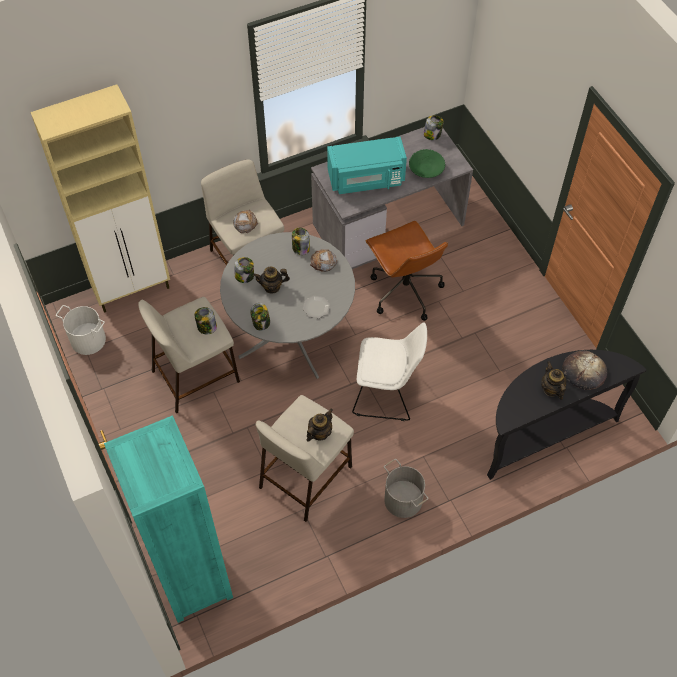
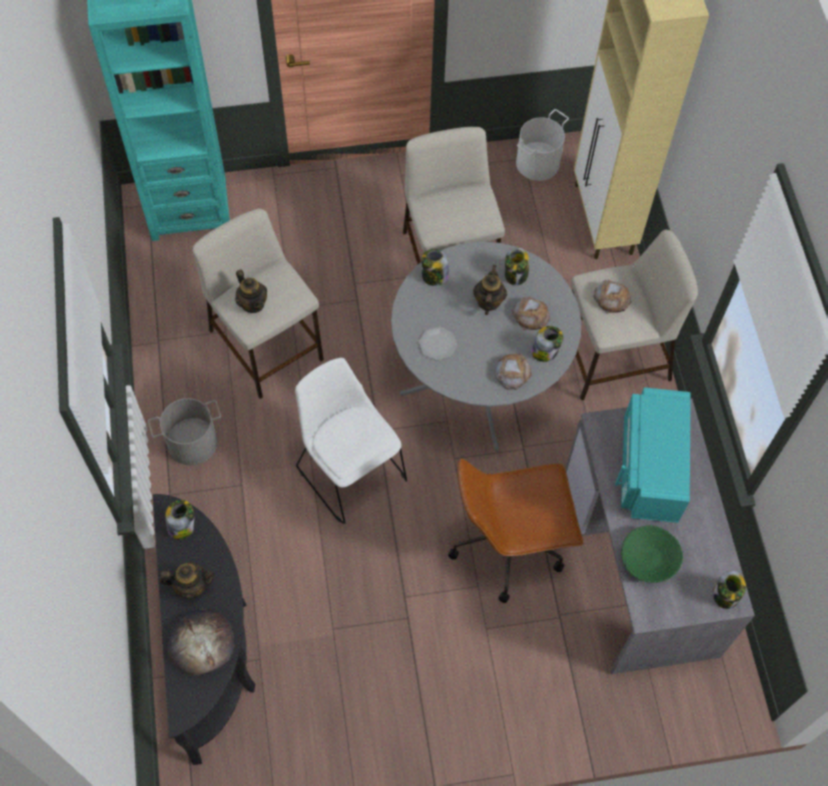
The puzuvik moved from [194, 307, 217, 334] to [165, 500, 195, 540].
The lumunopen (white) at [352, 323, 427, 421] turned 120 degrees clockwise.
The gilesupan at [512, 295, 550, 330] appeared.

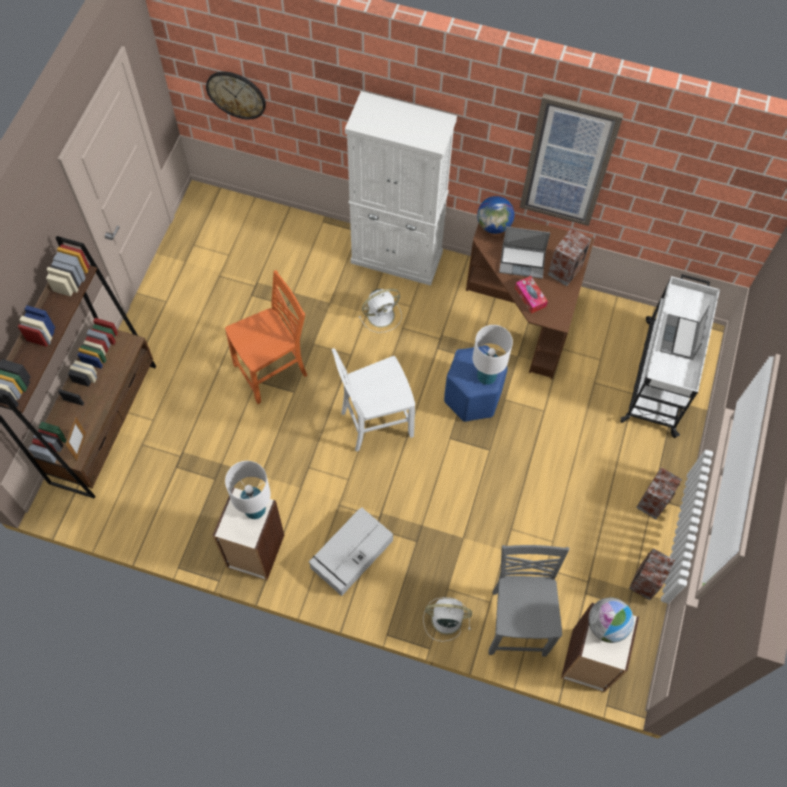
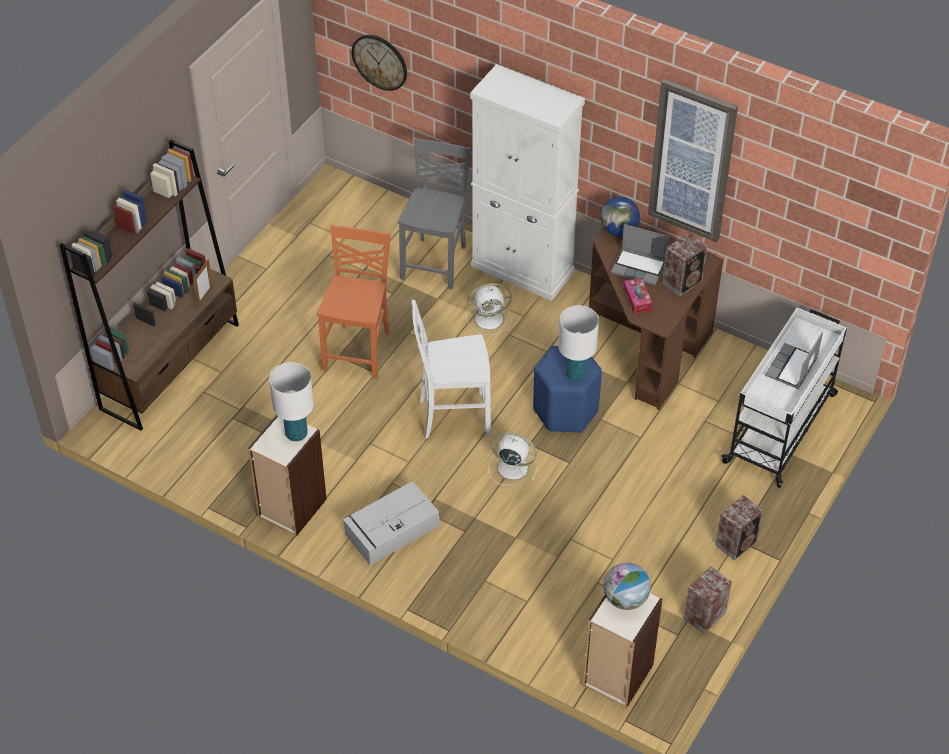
The lumunopen (orange) at [225, 270, 307, 404] turned 60 degrees counterclockwise.
The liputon moved from [66, 416, 86, 461] to [193, 259, 213, 307].
The lumunopen (grey) moved from [488, 545, 569, 657] to [398, 138, 471, 289].
The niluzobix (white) moved from [424, 597, 472, 642] to [488, 432, 537, 485].

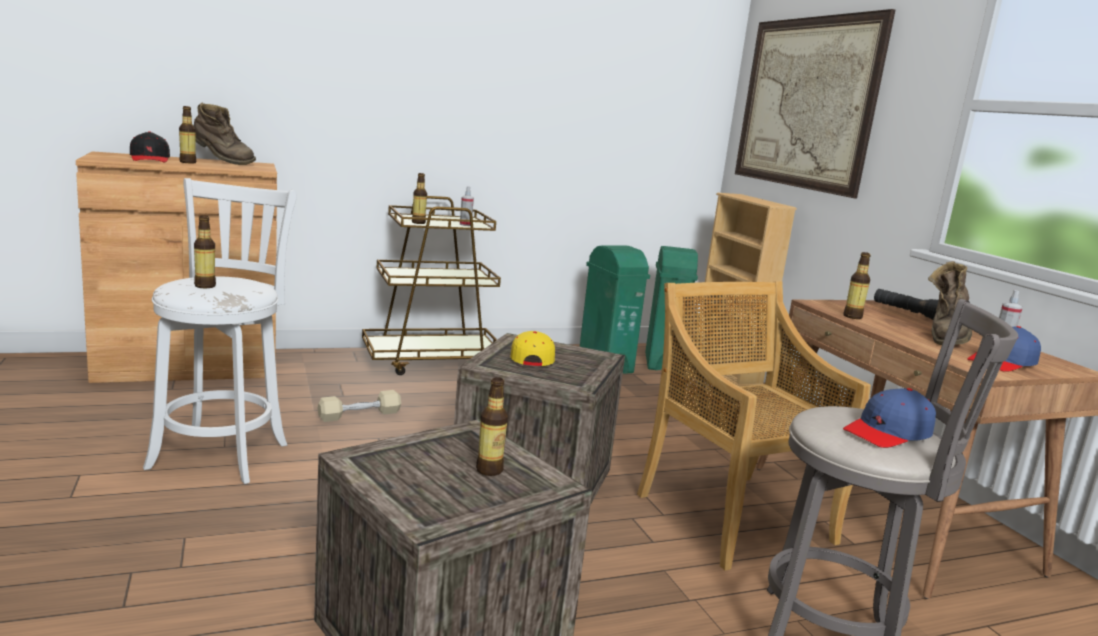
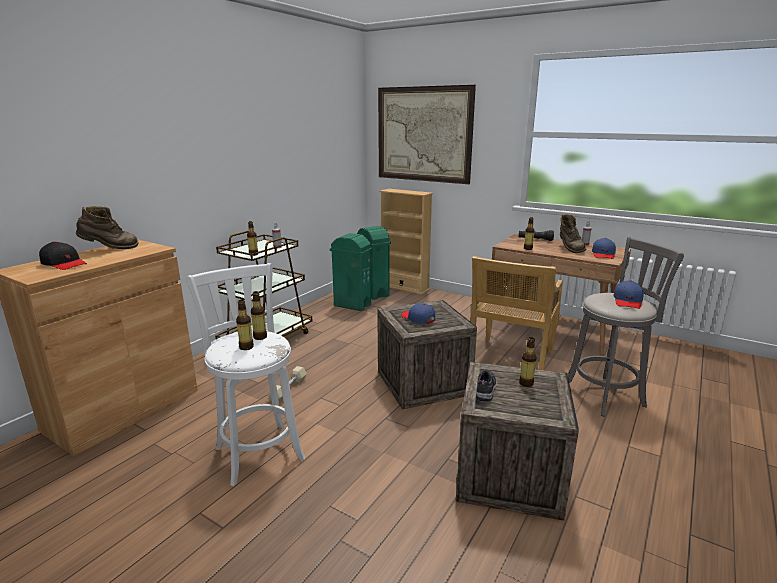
The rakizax moved from [179, 106, 196, 164] to [251, 291, 267, 340].
The lumunopen (beige) at [637, 281, 871, 571] turned 90 degrees counterclockwise.
The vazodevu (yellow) at [510, 331, 555, 366] became the vazodevu (blue) at [401, 303, 435, 324].
The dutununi at [476, 370, 497, 401] appeared.

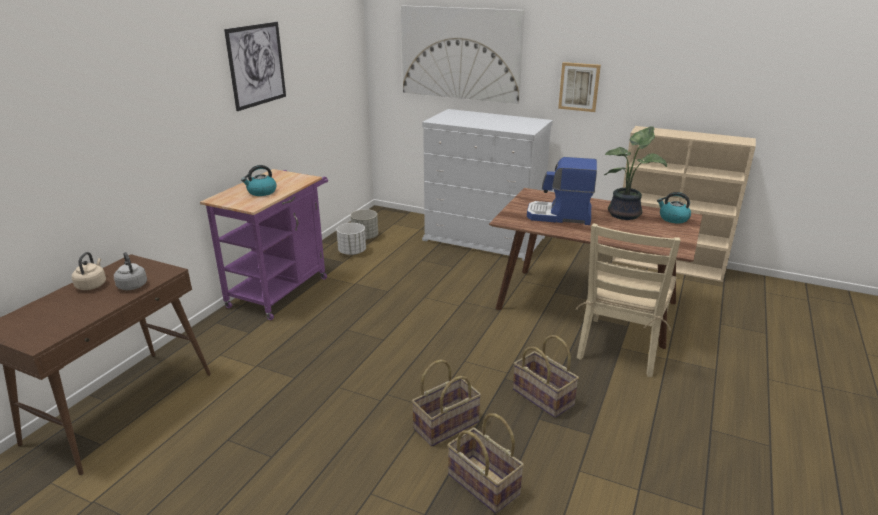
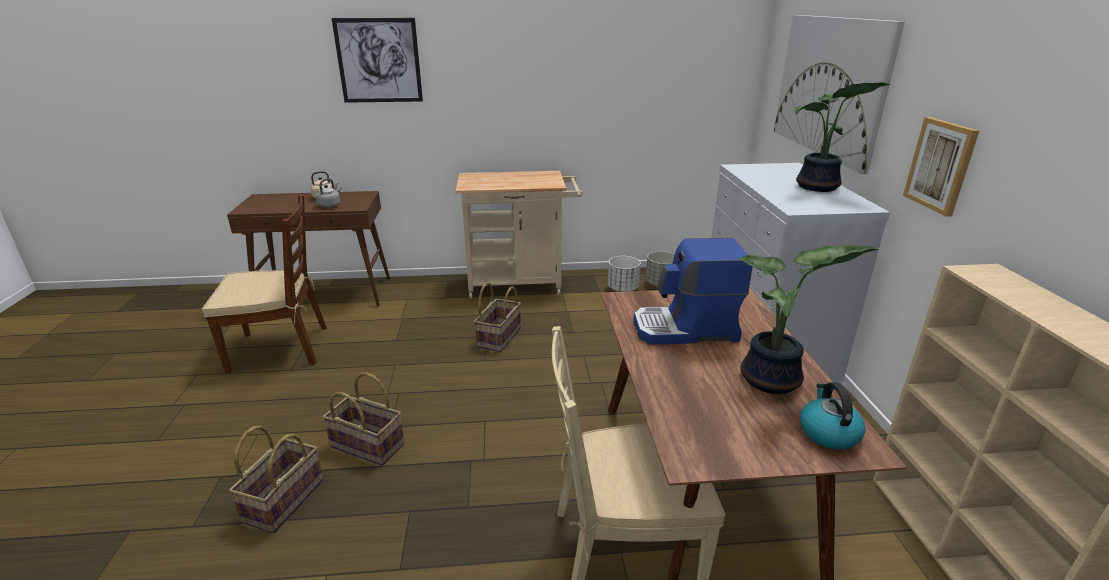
The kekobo moved from [224, 22, 286, 111] to [331, 18, 423, 103].
The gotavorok at [527, 157, 597, 225] turned 75 degrees counterclockwise.
The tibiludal at [241, 165, 276, 196] disappeared.
The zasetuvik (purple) at [200, 169, 328, 320] became the zasetuvik (beige) at [456, 171, 583, 299].
The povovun moved from [513, 335, 579, 418] to [474, 283, 521, 352].
The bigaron at [794, 82, 890, 192] appeared.
The lumunopen (brown) at [202, 195, 327, 374] appeared.

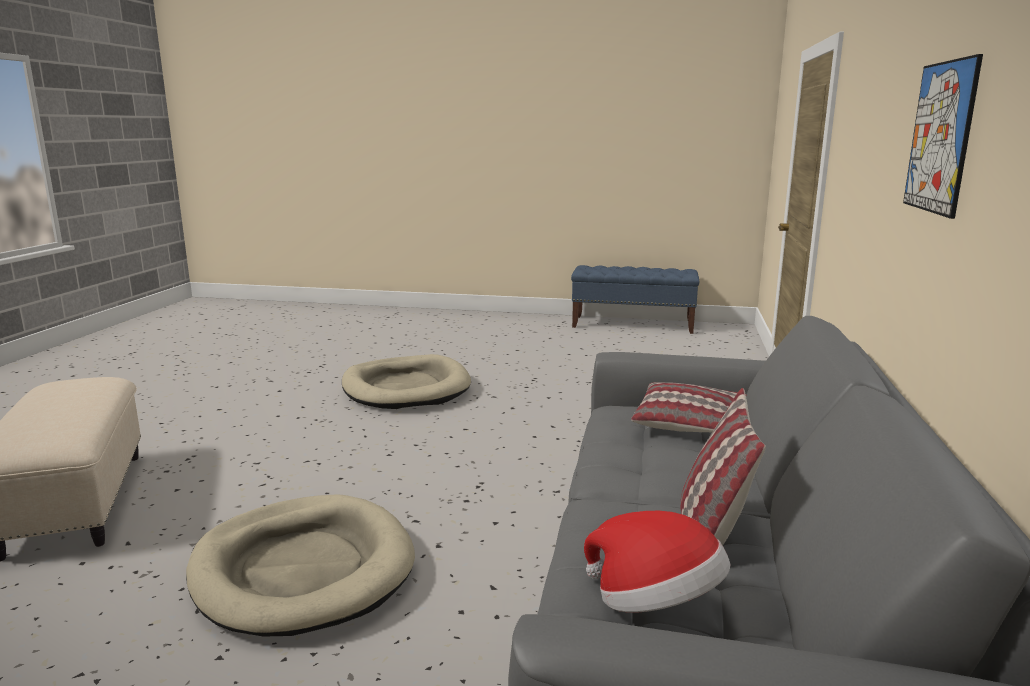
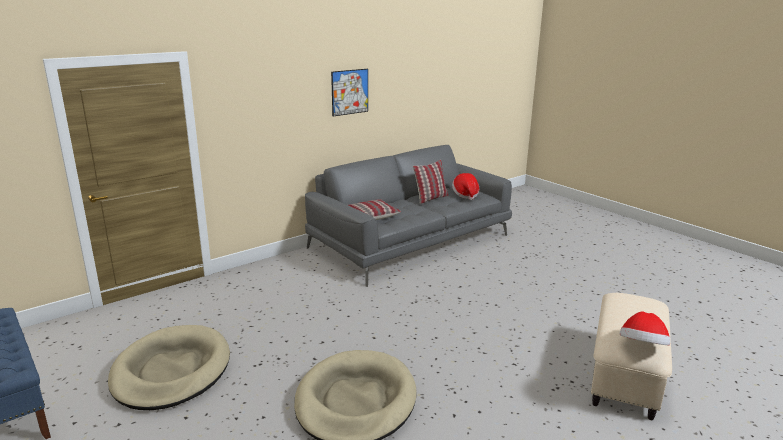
The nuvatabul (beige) moved from [186, 494, 415, 637] to [108, 325, 230, 410].
The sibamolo at [620, 311, 670, 345] appeared.

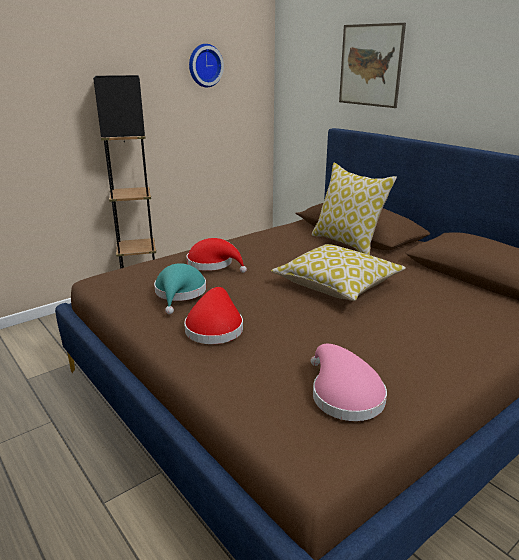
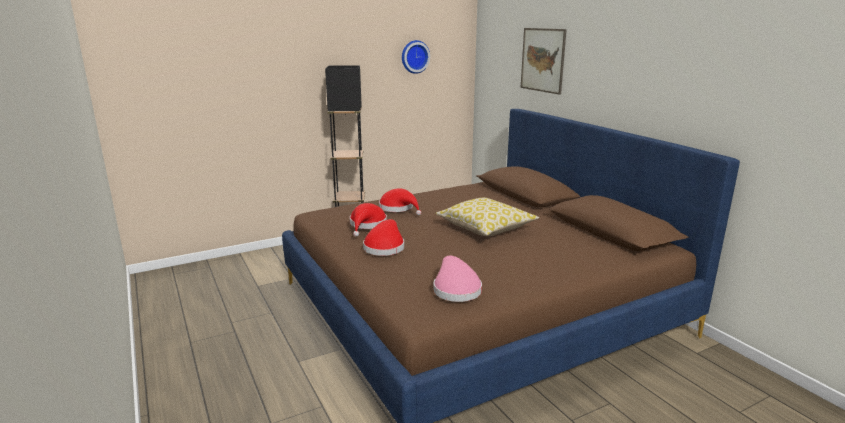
The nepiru at [311, 163, 397, 255] disappeared.
The sibamolo (turquoise) at [154, 263, 206, 314] became the sibamolo (red) at [350, 203, 387, 237].

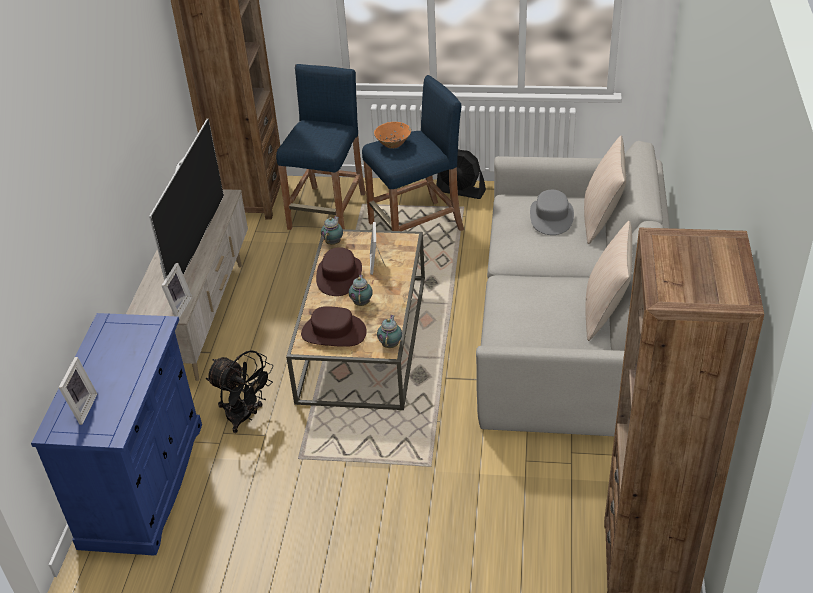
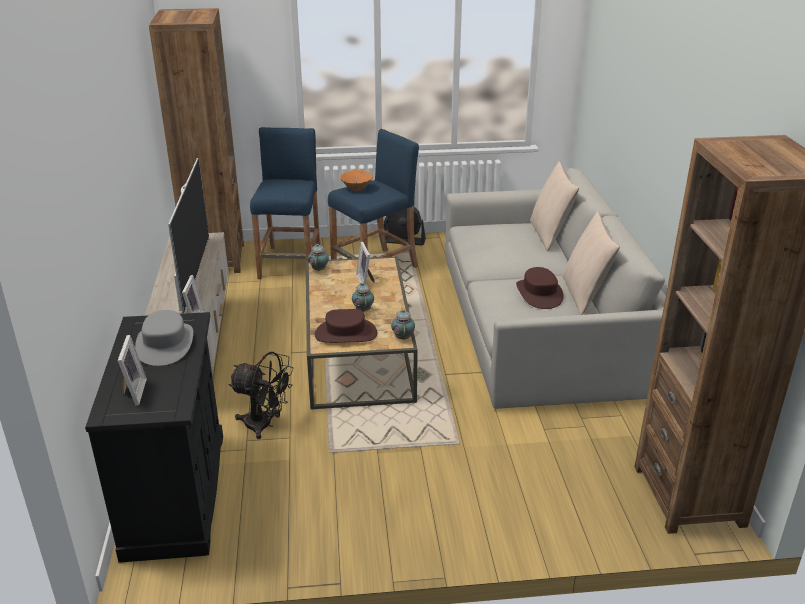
The sibamolo (grey) moved from [530, 190, 574, 235] to [135, 310, 193, 366].
The sibamolo (brown) moved from [316, 247, 362, 296] to [516, 267, 564, 309].
The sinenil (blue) at [31, 313, 202, 555] became the sinenil (black) at [85, 312, 223, 563].

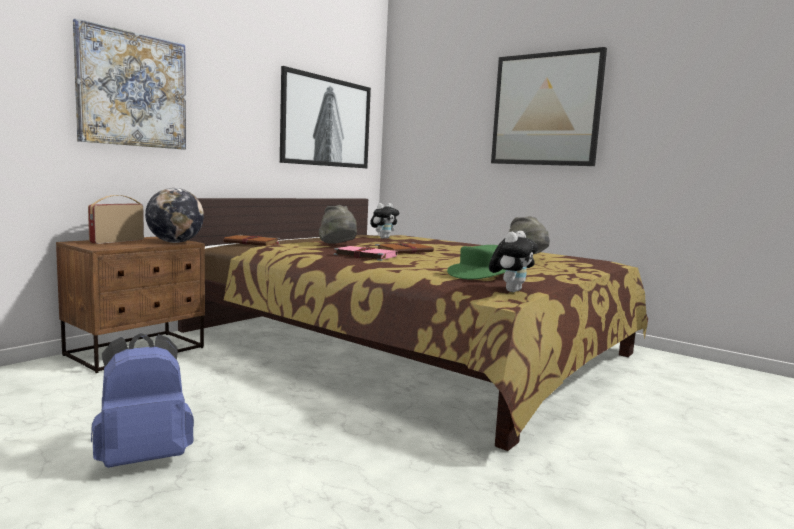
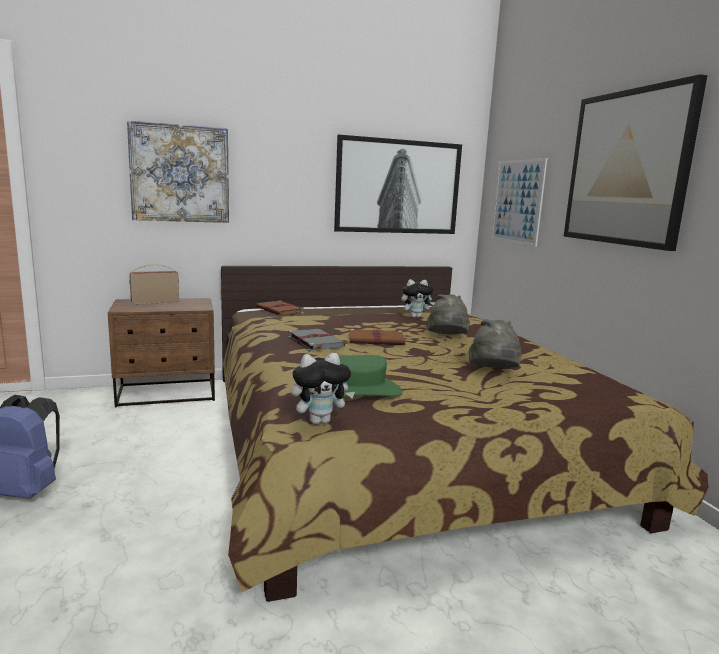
The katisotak at [145, 188, 204, 243] disappeared.
The sibamolo (grey) moved from [319, 205, 357, 244] to [427, 294, 470, 334].
The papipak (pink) at [334, 246, 397, 261] became the papipak (grey) at [288, 329, 346, 352].
The kekobo at [491, 158, 547, 247] appeared.

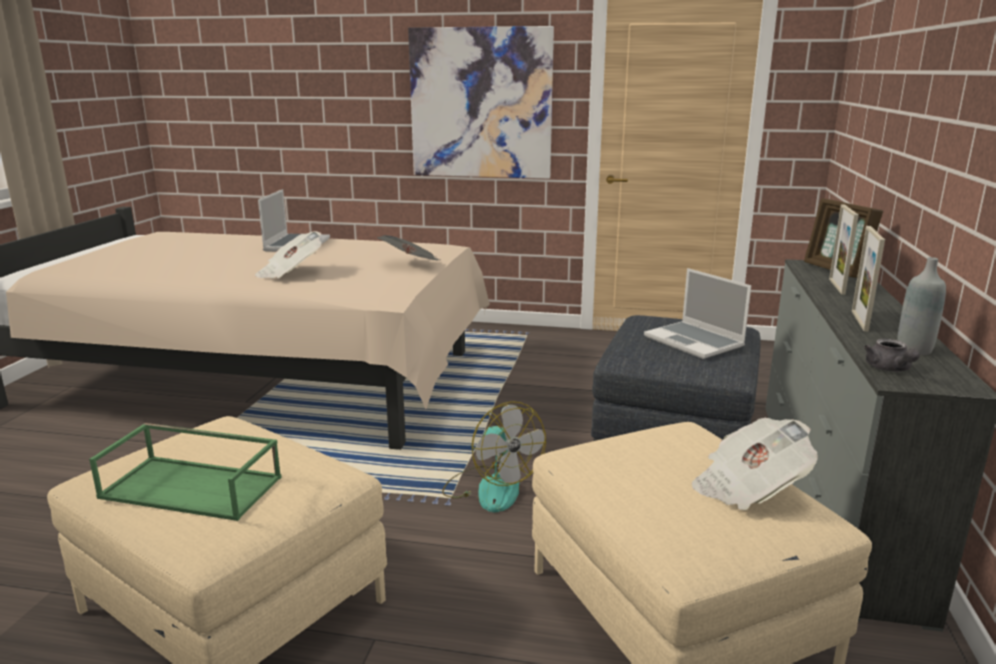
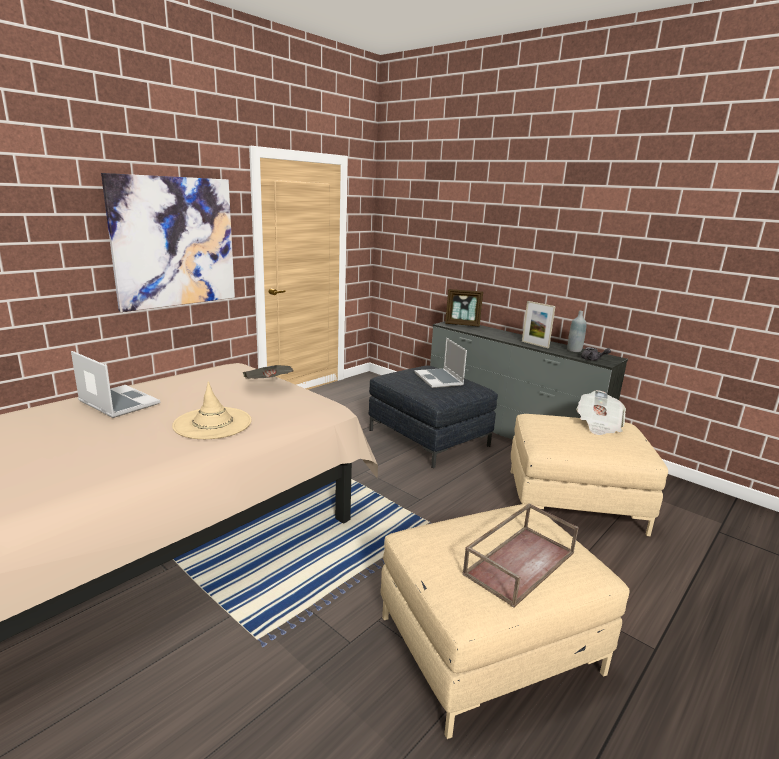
The liputon at [829, 204, 859, 295] disappeared.
The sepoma at [255, 231, 322, 279] was replaced by the sibamolo (beige) at [172, 381, 252, 439].
The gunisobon at [644, 268, 751, 359] turned 75 degrees clockwise.
The niluzobix at [442, 401, 546, 512] disappeared.
The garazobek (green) at [89, 423, 282, 521] became the garazobek (brown) at [462, 503, 579, 608].

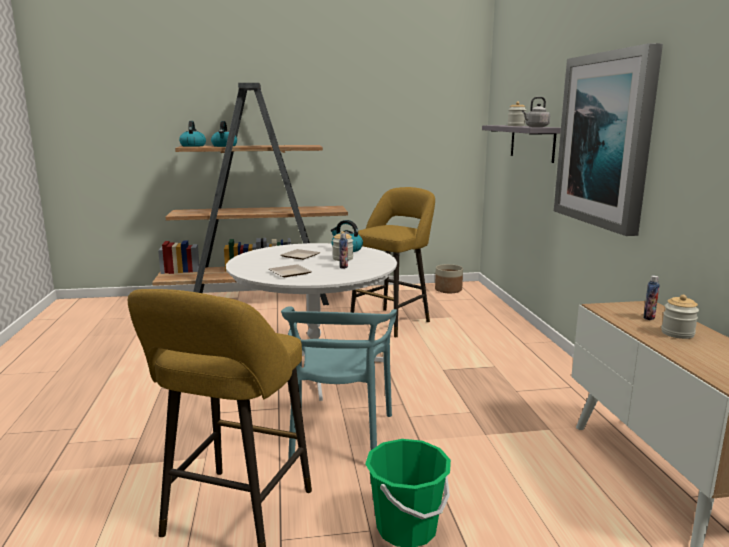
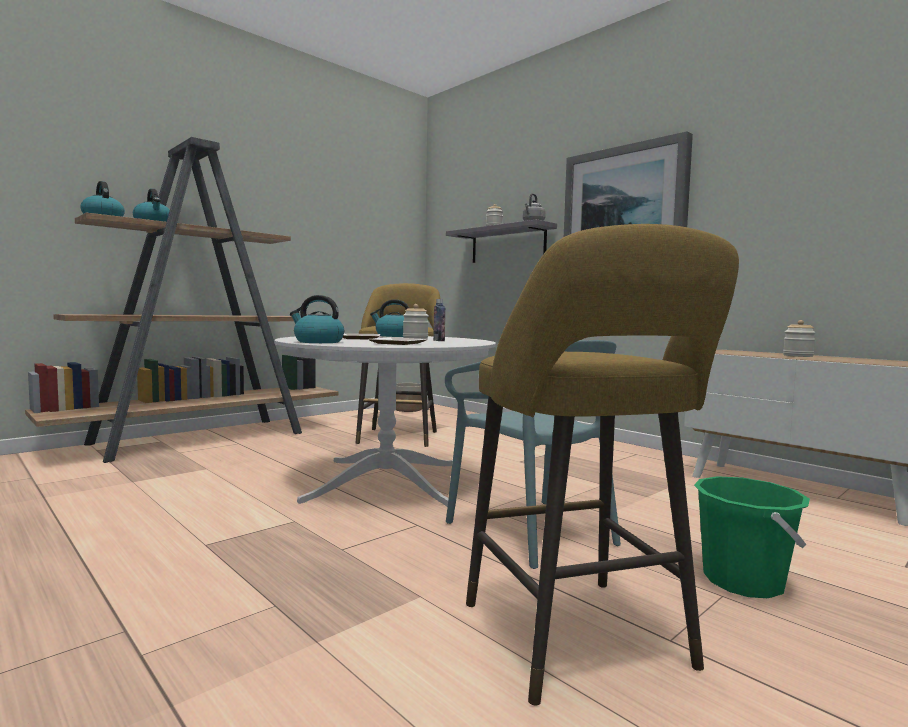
The rakizax at [643, 276, 660, 320] disappeared.
The tibiludal at [290, 295, 344, 343] appeared.

